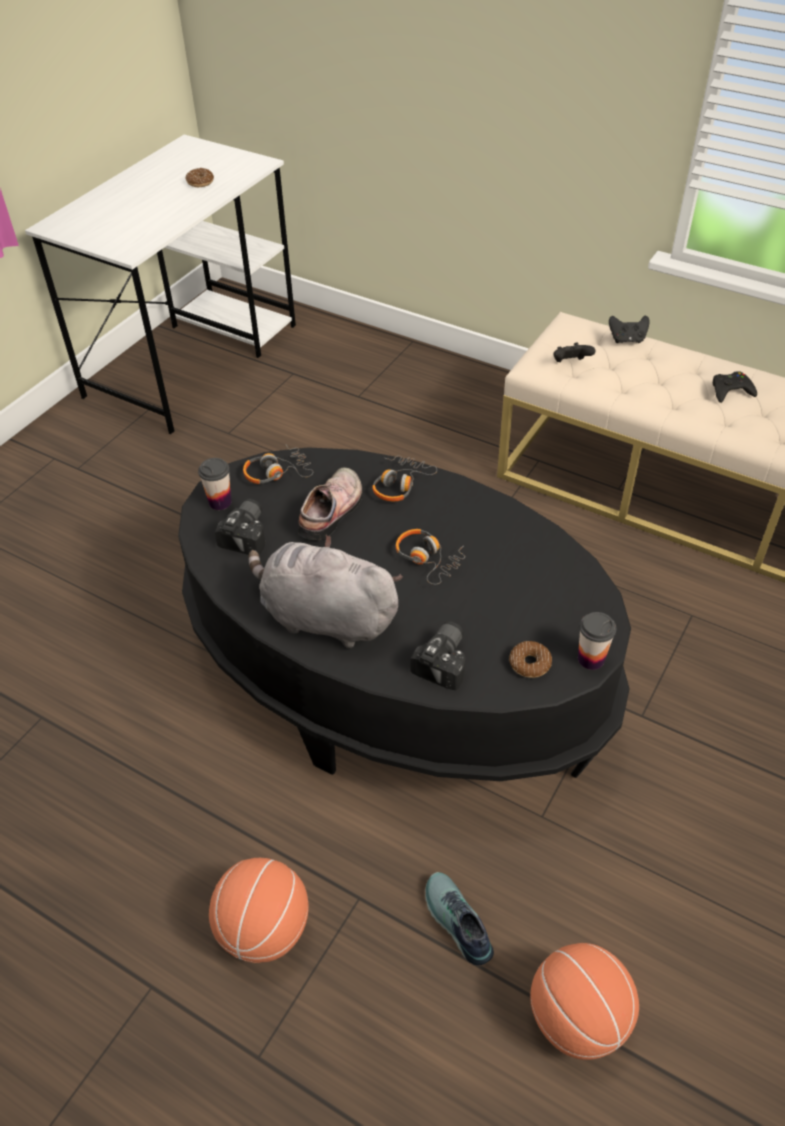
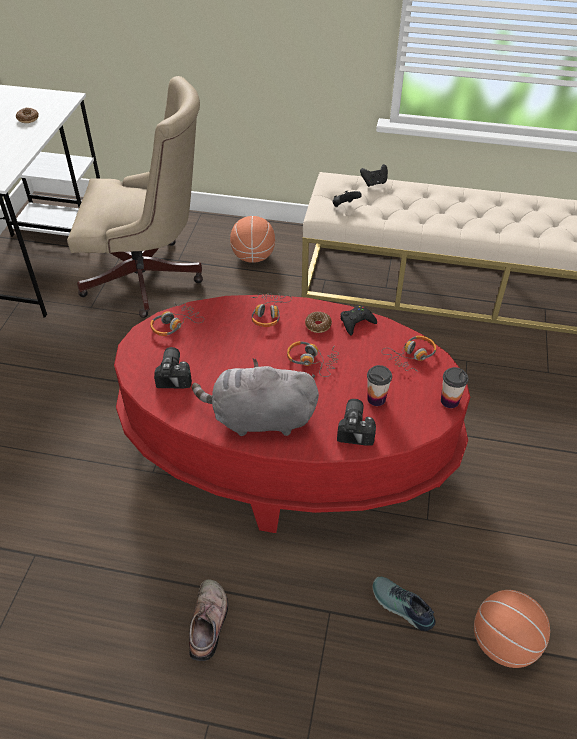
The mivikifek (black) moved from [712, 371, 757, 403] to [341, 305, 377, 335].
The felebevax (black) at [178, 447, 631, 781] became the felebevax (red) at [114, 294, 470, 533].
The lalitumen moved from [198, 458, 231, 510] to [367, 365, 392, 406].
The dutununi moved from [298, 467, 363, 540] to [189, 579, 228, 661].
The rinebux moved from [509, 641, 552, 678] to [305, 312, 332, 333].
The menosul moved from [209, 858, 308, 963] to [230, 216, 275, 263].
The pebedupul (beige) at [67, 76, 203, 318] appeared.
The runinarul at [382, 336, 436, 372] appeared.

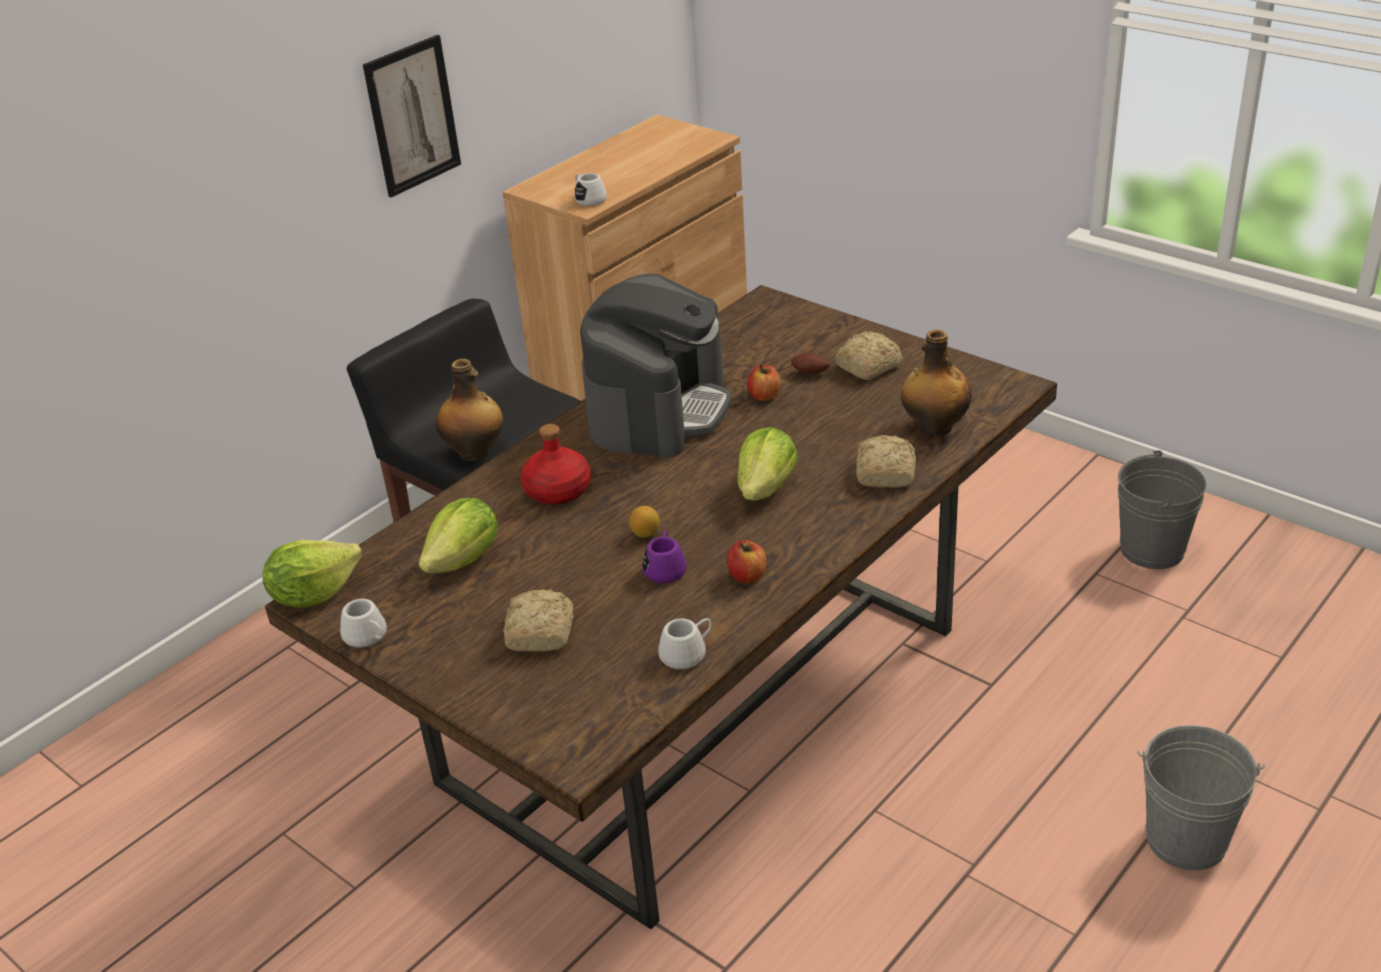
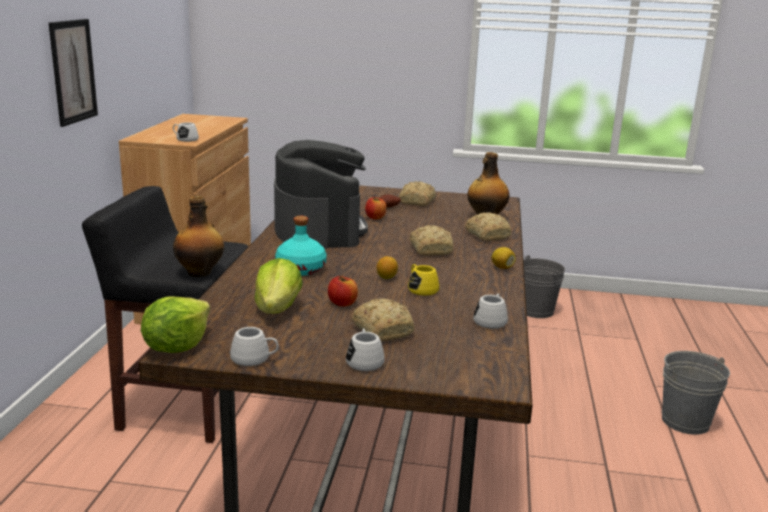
The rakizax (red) at [521, 424, 591, 504] became the rakizax (turquoise) at [275, 216, 327, 276].
The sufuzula at [738, 427, 798, 500] was replaced by the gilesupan at [409, 225, 453, 256].
The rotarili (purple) at [643, 530, 687, 583] became the rotarili (yellow) at [408, 264, 439, 296].
The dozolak moved from [727, 540, 766, 583] to [328, 276, 358, 306].
The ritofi at [491, 247, 516, 269] appeared.
The rotarili (white) at [346, 328, 384, 371] appeared.

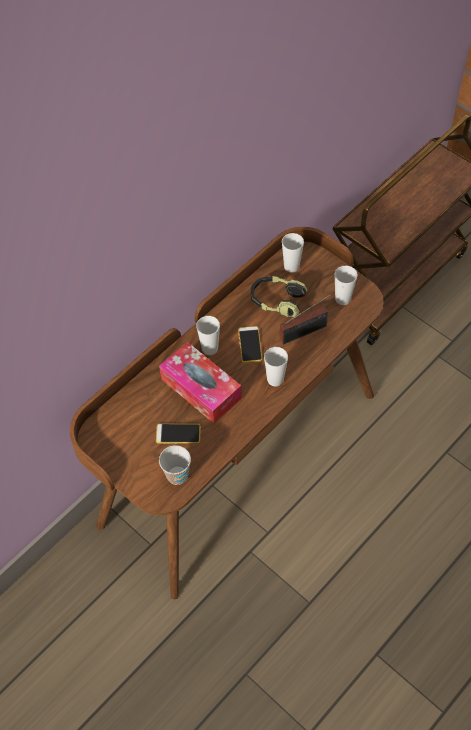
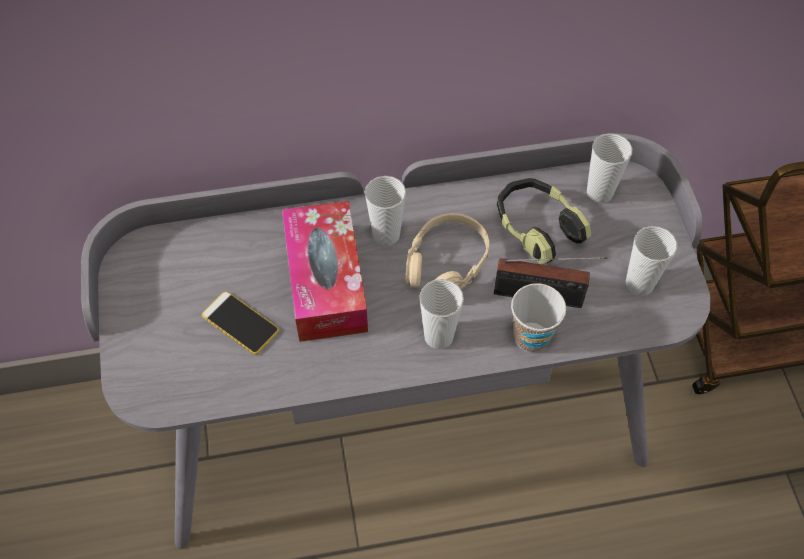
The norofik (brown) at [70, 227, 383, 599] became the norofik (grey) at [81, 133, 711, 549].
The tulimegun at [238, 326, 263, 363] was replaced by the runinarul (beige) at [406, 213, 490, 290].
The lalitumen moved from [159, 445, 191, 485] to [511, 283, 566, 352].

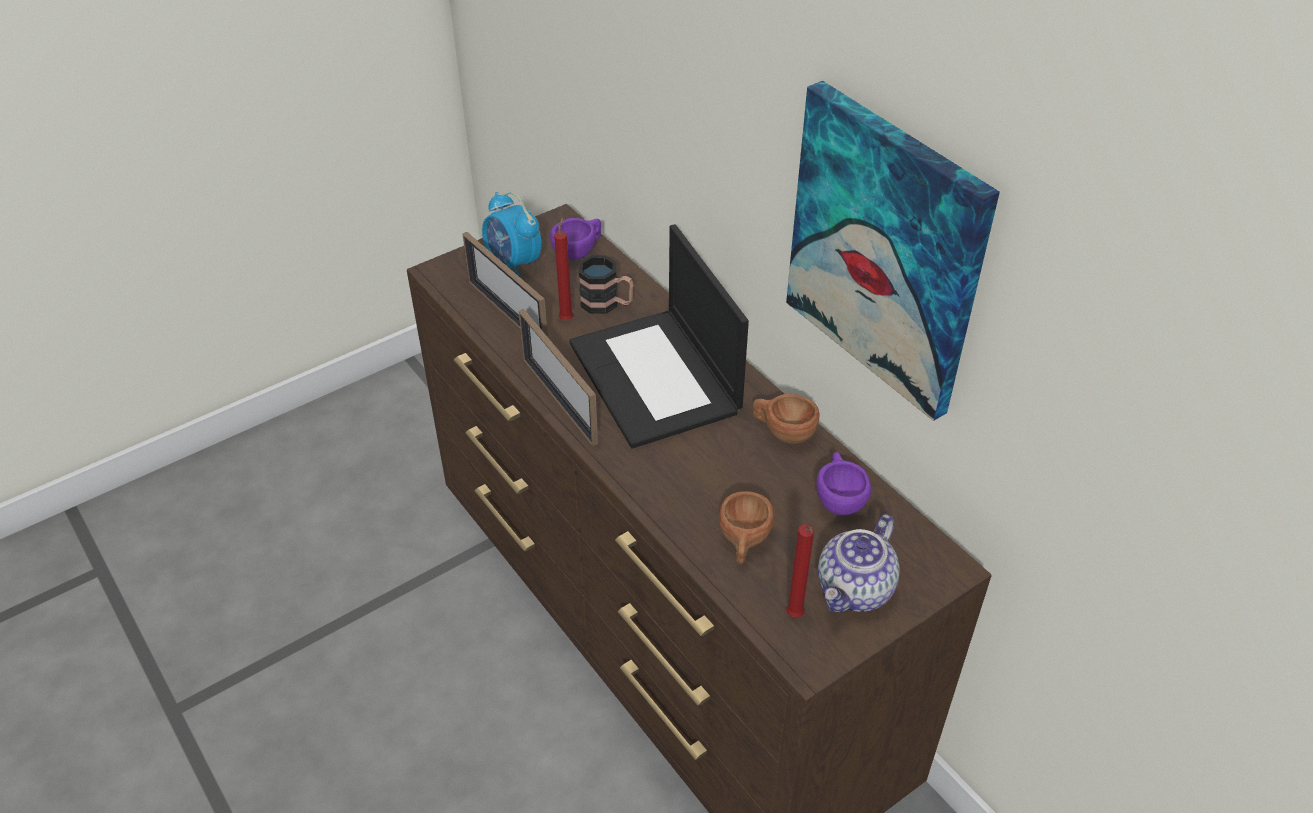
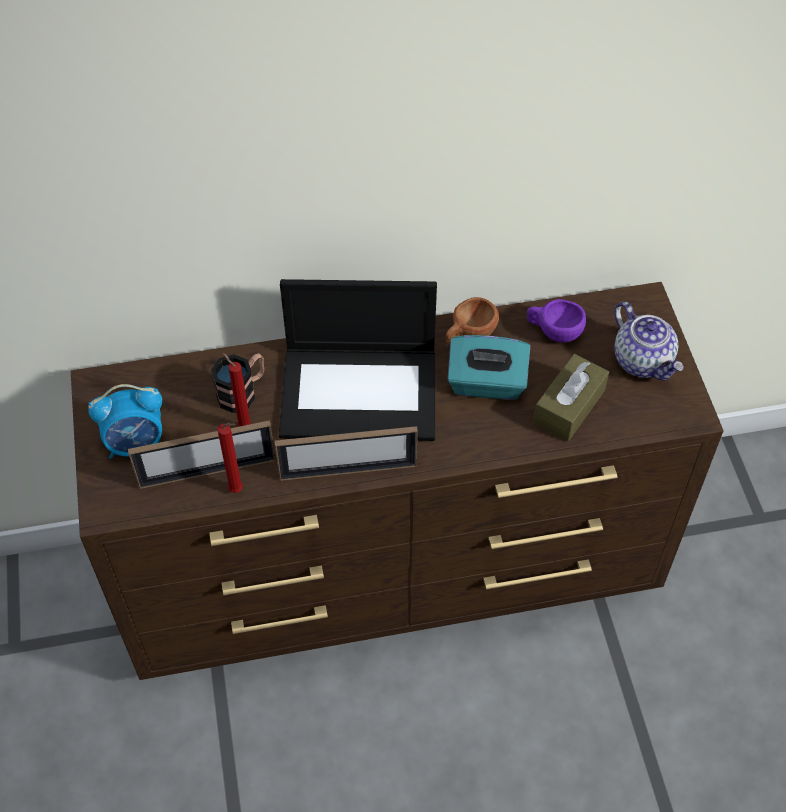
The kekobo at [786, 81, 1000, 421] disappeared.
The lalitumen (purple) at [550, 218, 601, 260] disappeared.
The lalitumen (brown) at [719, 491, 774, 564] was replaced by the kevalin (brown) at [533, 354, 609, 442].
The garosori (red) moved from [786, 524, 814, 618] to [218, 423, 243, 493].
The kevalin (turquoise) at [448, 335, 530, 400] appeared.

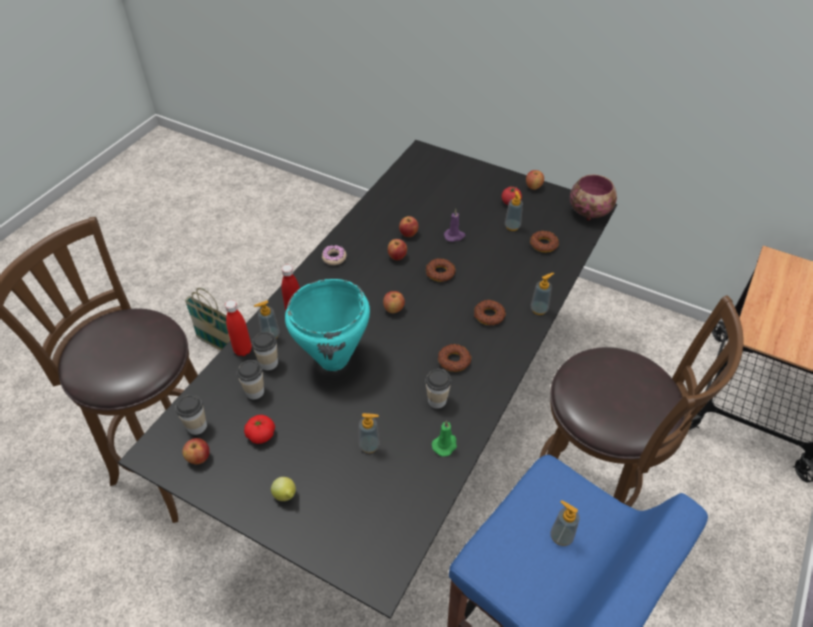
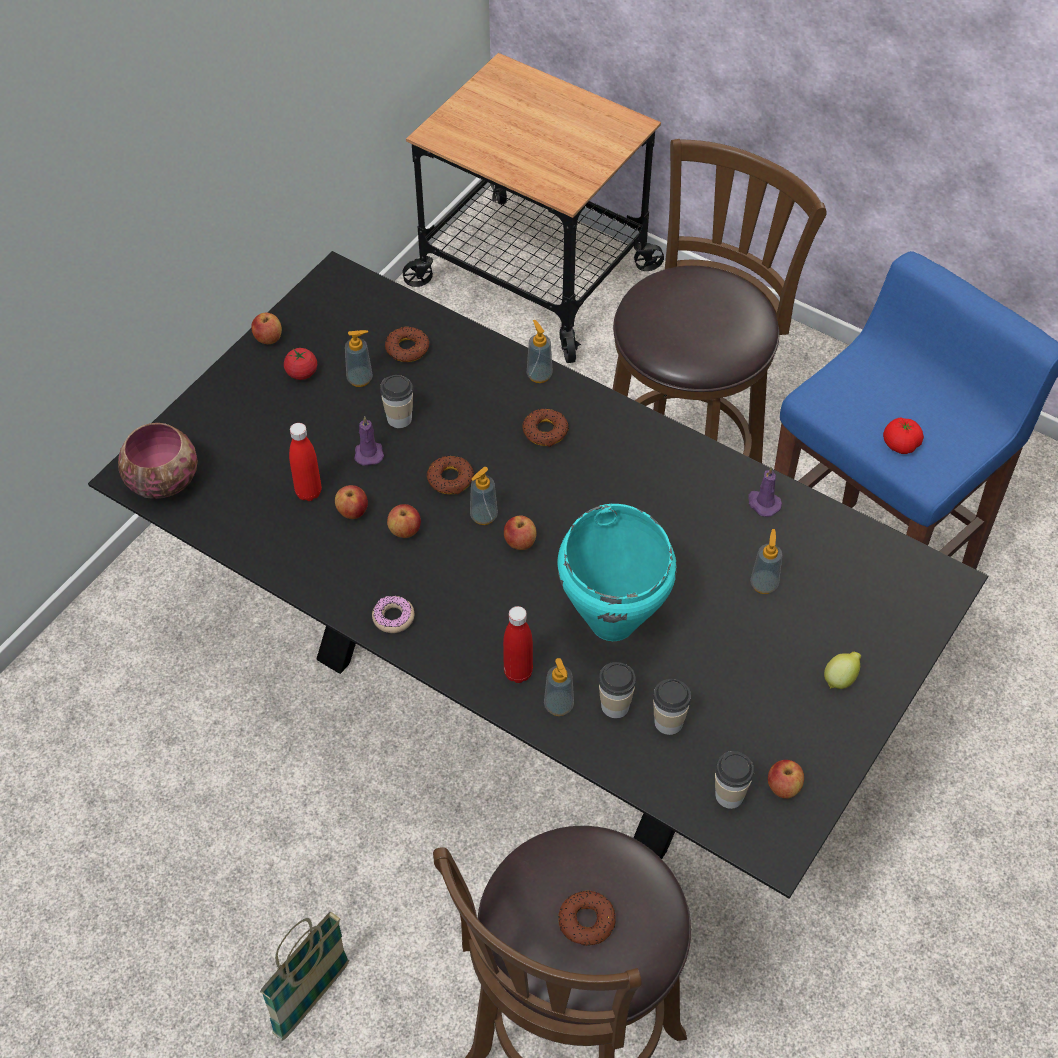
The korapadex moved from [570, 174, 617, 221] to [118, 423, 198, 499].
The rakizax (red) moved from [225, 300, 252, 356] to [289, 423, 321, 501].
The rinebux moved from [438, 344, 471, 372] to [558, 891, 616, 946].
The lalitumen moved from [426, 369, 451, 409] to [380, 375, 413, 428].
The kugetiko moved from [244, 415, 275, 444] to [883, 417, 924, 454].
The garosori (green) at [432, 420, 457, 457] became the garosori (purple) at [749, 467, 782, 517].
The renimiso moved from [550, 500, 580, 546] to [470, 467, 498, 525].

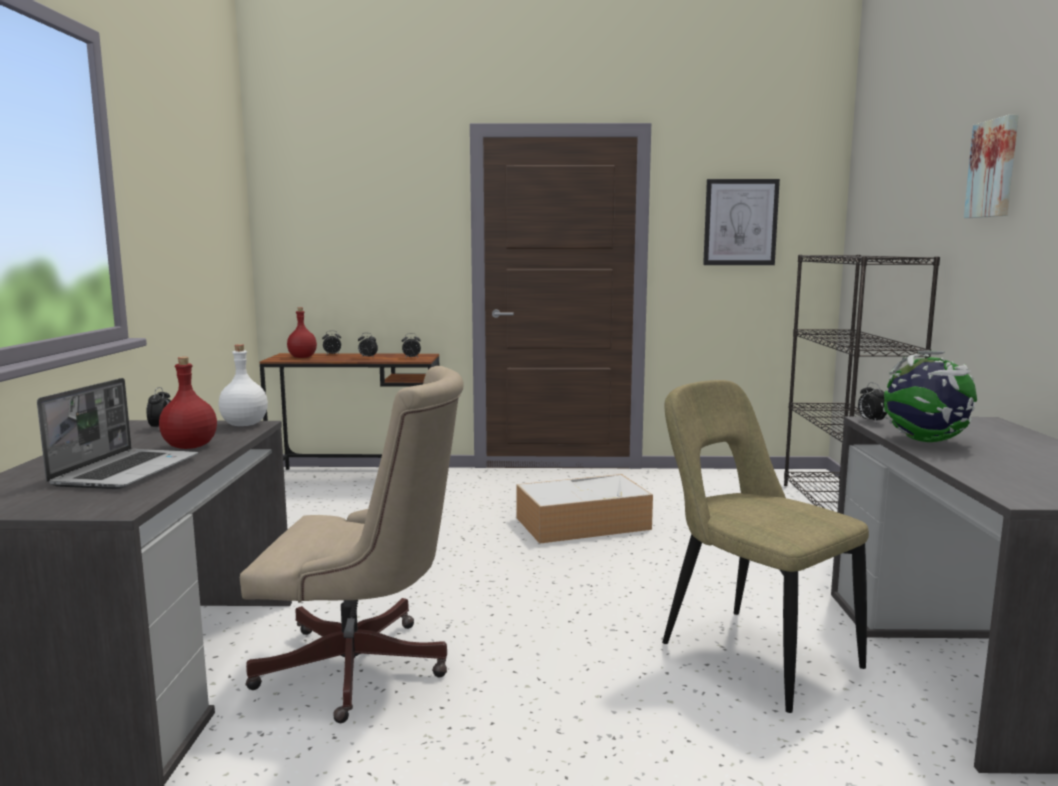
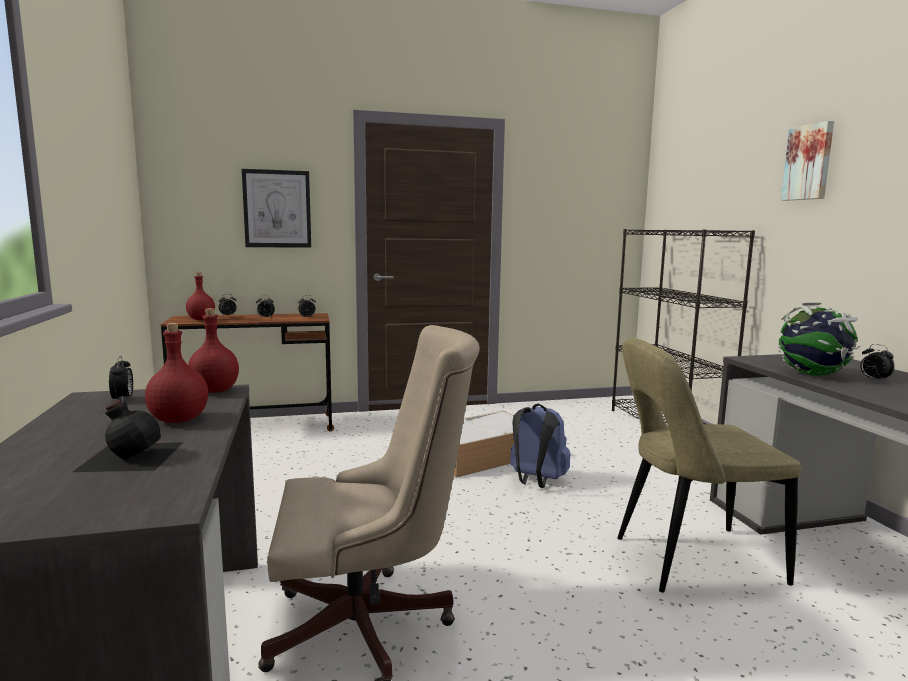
The kekobo moved from [703, 179, 780, 265] to [242, 169, 311, 248].
The rakizax (white) at [219, 344, 268, 426] became the rakizax (red) at [188, 308, 239, 393].
The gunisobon at [37, 378, 198, 489] was replaced by the rakizax (black) at [73, 400, 184, 472].
The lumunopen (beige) at [662, 380, 869, 713] turned 45 degrees counterclockwise.
The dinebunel moved from [858, 382, 887, 423] to [860, 344, 895, 381].
The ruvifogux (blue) at [510, 404, 570, 488] appeared.

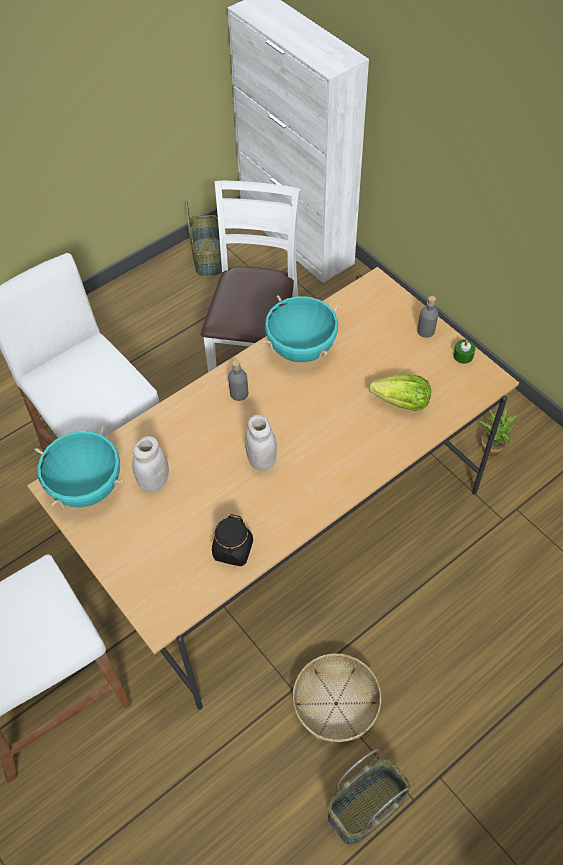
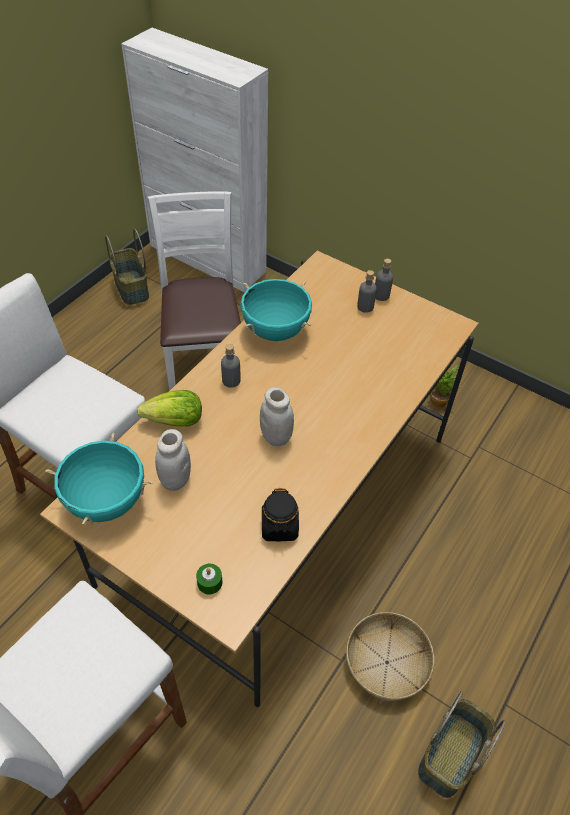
The garosori (green) moved from [453, 340, 476, 364] to [196, 564, 222, 594].
The sufuzula moved from [369, 374, 431, 411] to [137, 390, 202, 427].
The rakizax (grey) at [357, 270, 377, 313] appeared.

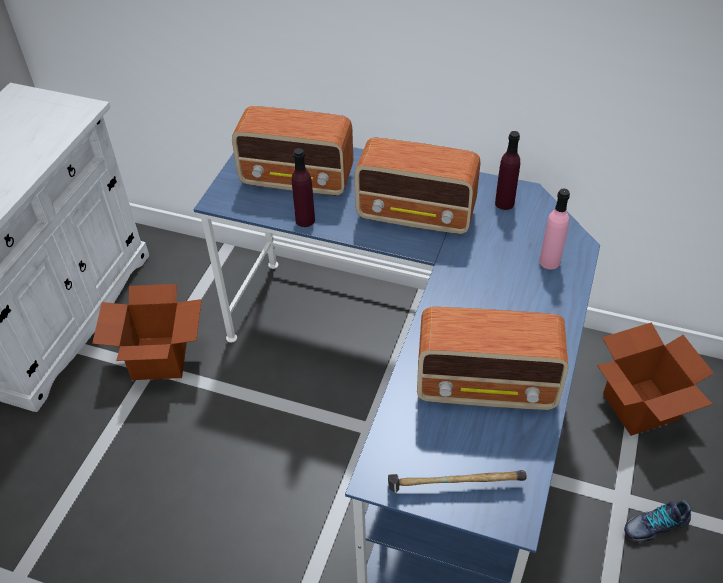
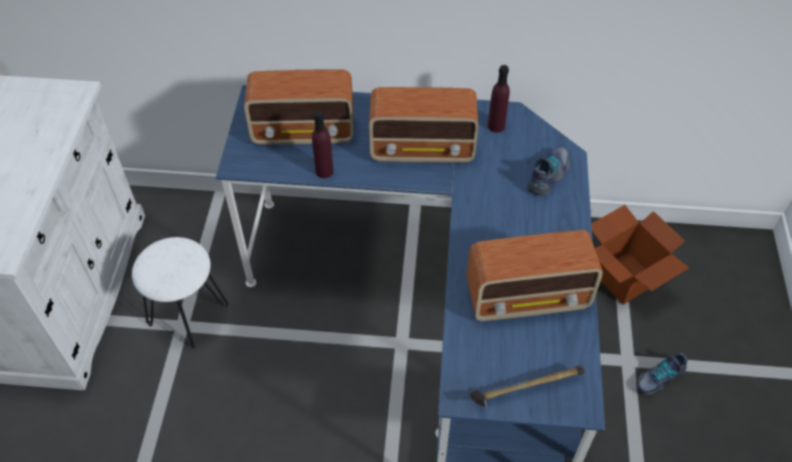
The rakizax (pink) at [539, 189, 570, 269] was replaced by the dutununi at [527, 147, 570, 195].
The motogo at [92, 284, 202, 380] was replaced by the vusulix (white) at [132, 237, 229, 350].

